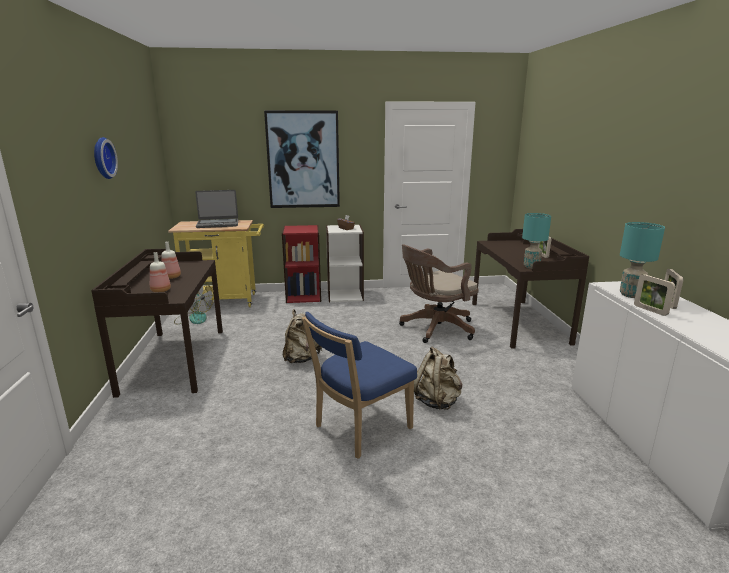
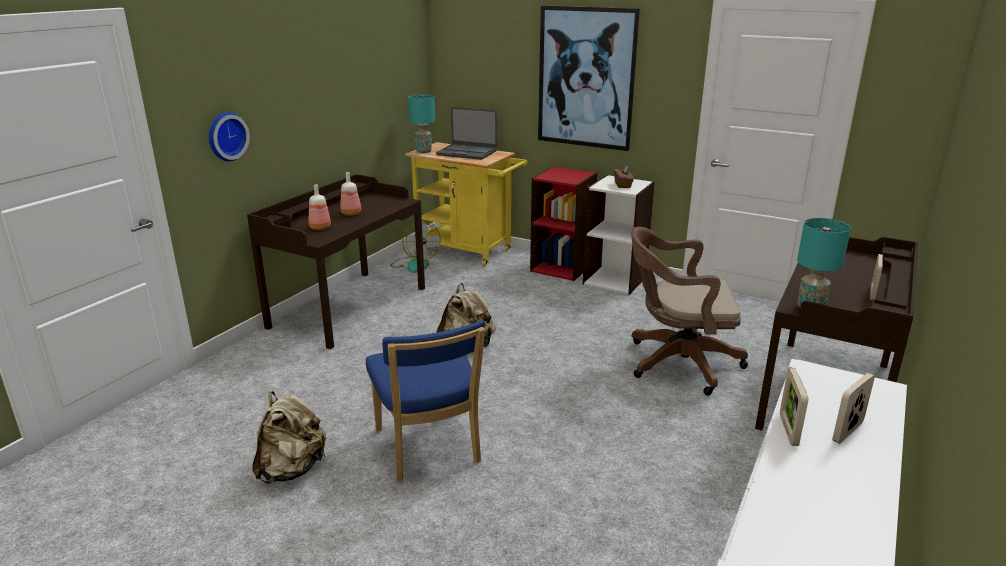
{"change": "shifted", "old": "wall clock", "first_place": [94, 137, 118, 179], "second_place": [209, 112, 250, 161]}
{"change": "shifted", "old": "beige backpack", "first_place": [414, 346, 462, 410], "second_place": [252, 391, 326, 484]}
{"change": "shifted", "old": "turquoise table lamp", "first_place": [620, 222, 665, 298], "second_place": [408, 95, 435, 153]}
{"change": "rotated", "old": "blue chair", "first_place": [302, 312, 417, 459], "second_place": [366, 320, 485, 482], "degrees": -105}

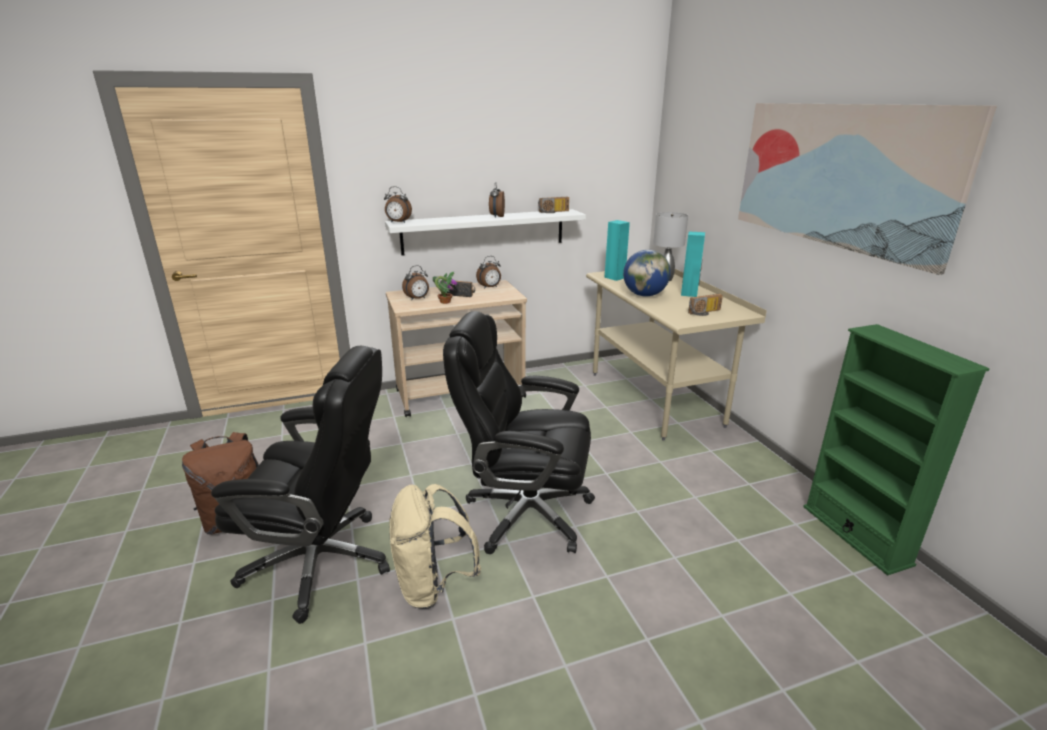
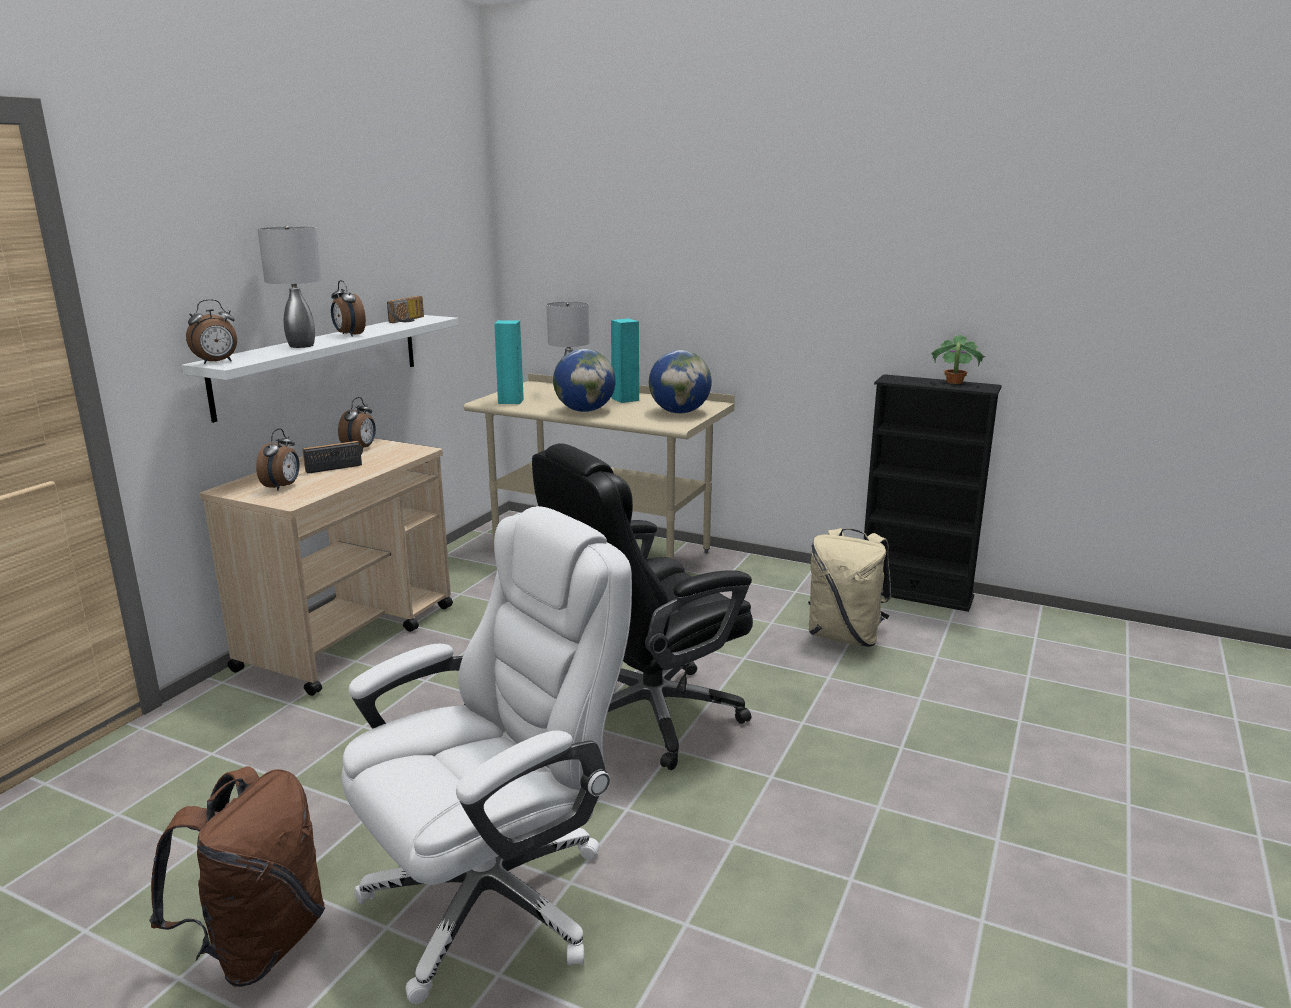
{"change": "gone", "old": "picture", "first_place": [738, 103, 997, 275]}
{"change": "new", "new": "grey table lamp", "second_place": [257, 226, 322, 348]}
{"change": "shifted", "old": "beige backpack", "first_place": [389, 484, 481, 609], "second_place": [808, 528, 891, 647]}
{"change": "shifted", "old": "potted plant", "first_place": [433, 272, 457, 304], "second_place": [931, 335, 985, 384]}
{"change": "swapped", "old": "radio", "new": "globe", "first_place": [688, 294, 723, 316], "second_place": [649, 350, 712, 413]}
{"change": "repainted", "old": "black office chair", "new": "white office chair", "first_place": [211, 346, 390, 624], "second_place": [341, 506, 632, 1004]}
{"change": "repainted", "old": "green bookcase", "new": "black bookcase", "first_place": [803, 324, 990, 576], "second_place": [864, 374, 1002, 612]}

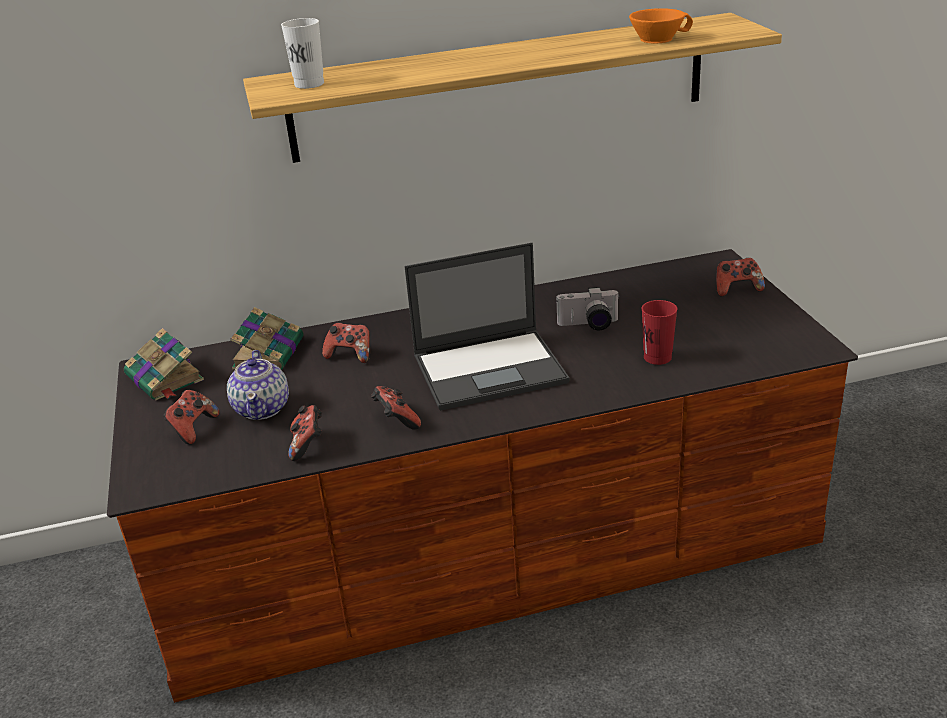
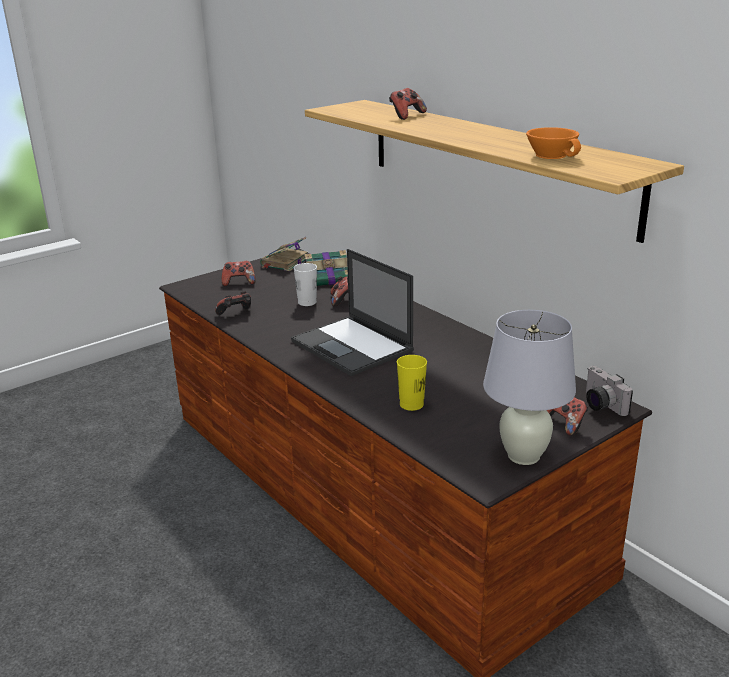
{"change": "gone", "old": "teapot", "first_place": [227, 350, 289, 420]}
{"change": "new", "new": "white table lamp", "second_place": [483, 310, 576, 465]}
{"change": "shifted", "old": "white cup", "first_place": [281, 18, 324, 89], "second_place": [294, 263, 317, 306]}
{"change": "shifted", "old": "game controller", "first_place": [371, 386, 421, 430], "second_place": [389, 88, 427, 120]}
{"change": "shifted", "old": "photo camera", "first_place": [556, 287, 620, 330], "second_place": [586, 366, 633, 416]}
{"change": "repainted", "old": "red cup", "new": "yellow cup", "first_place": [642, 300, 677, 365], "second_place": [397, 355, 427, 411]}

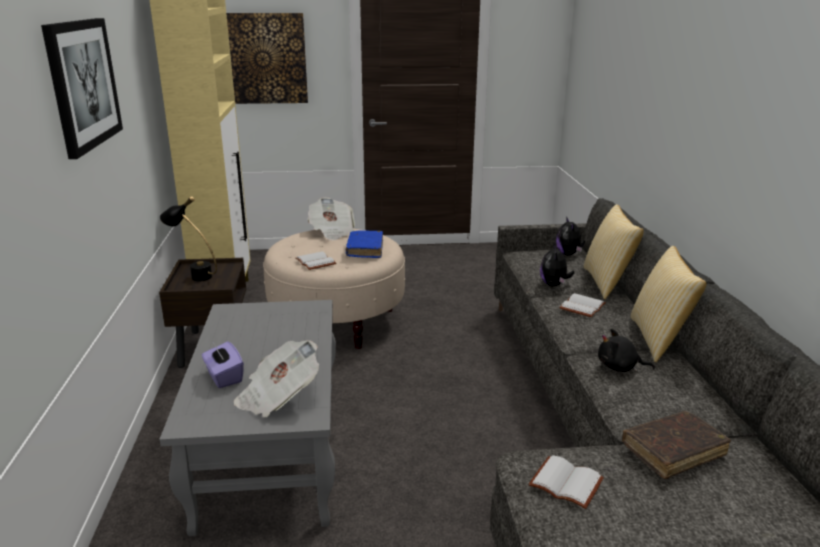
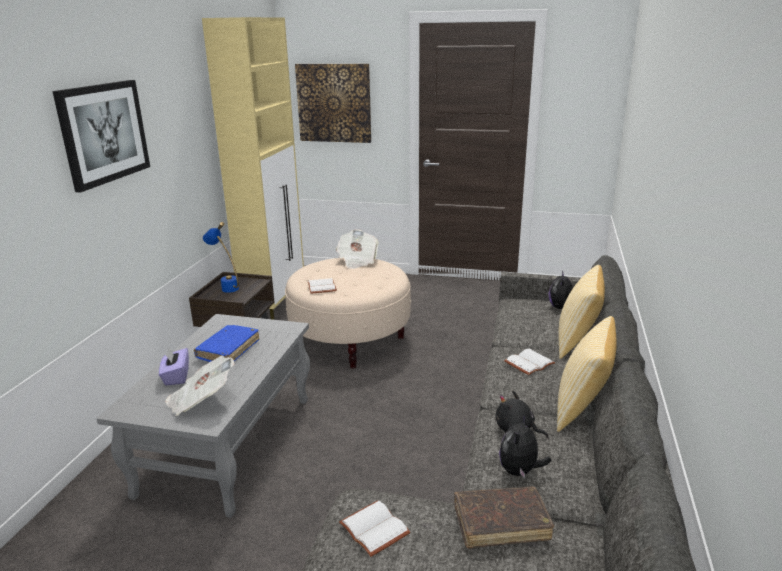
{"change": "shifted", "old": "blue book", "first_place": [346, 230, 383, 258], "second_place": [194, 325, 259, 362]}
{"change": "shifted", "old": "plush toy", "first_place": [540, 244, 574, 286], "second_place": [499, 415, 551, 479]}
{"change": "repainted", "old": "black table lamp", "new": "blue table lamp", "first_place": [160, 196, 217, 281], "second_place": [203, 222, 239, 293]}

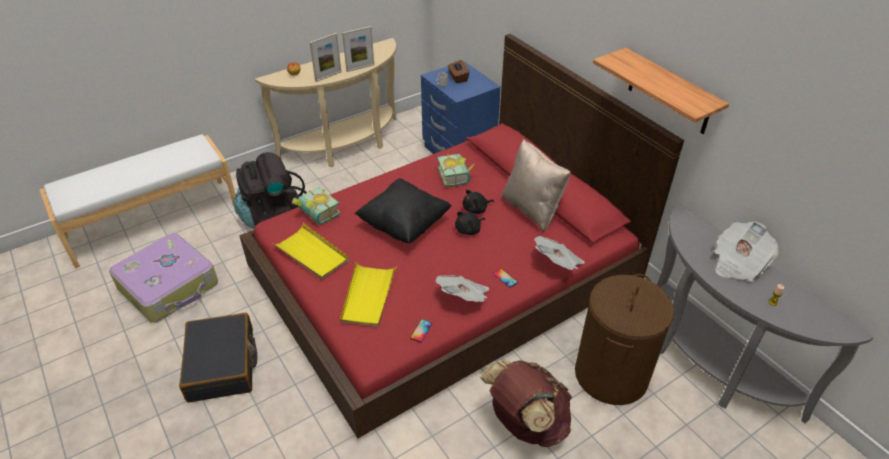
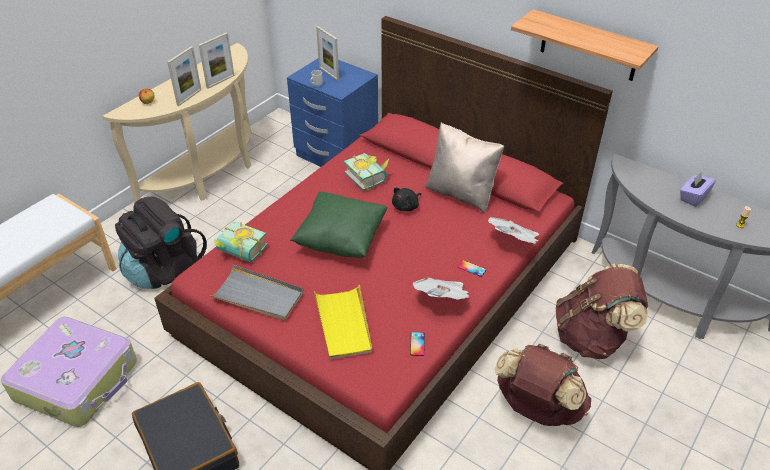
{"change": "gone", "old": "black plush toy", "first_place": [455, 211, 485, 235]}
{"change": "swapped", "old": "brown tissue box", "new": "picture frame", "first_place": [448, 60, 469, 83], "second_place": [316, 26, 339, 81]}
{"change": "swapped", "old": "brown laundry basket", "new": "brown backpack", "first_place": [575, 274, 674, 405], "second_place": [556, 264, 648, 359]}
{"change": "swapped", "old": "newspaper", "new": "purple tissue box", "first_place": [714, 222, 779, 282], "second_place": [680, 172, 716, 207]}
{"change": "repainted", "old": "yellow tray", "new": "grey tray", "first_place": [272, 223, 349, 280], "second_place": [209, 265, 304, 321]}
{"change": "repainted", "old": "black pillow", "new": "green pillow", "first_place": [354, 178, 452, 243], "second_place": [290, 191, 388, 258]}

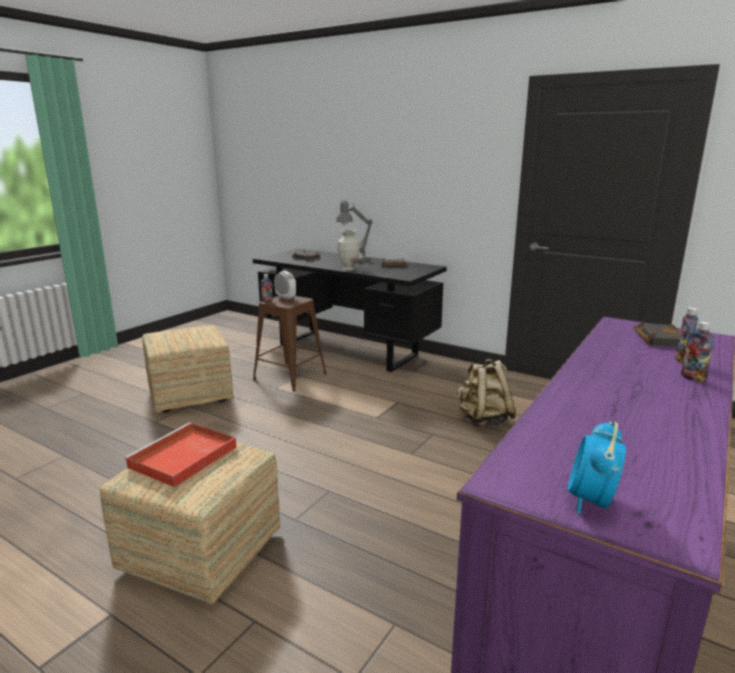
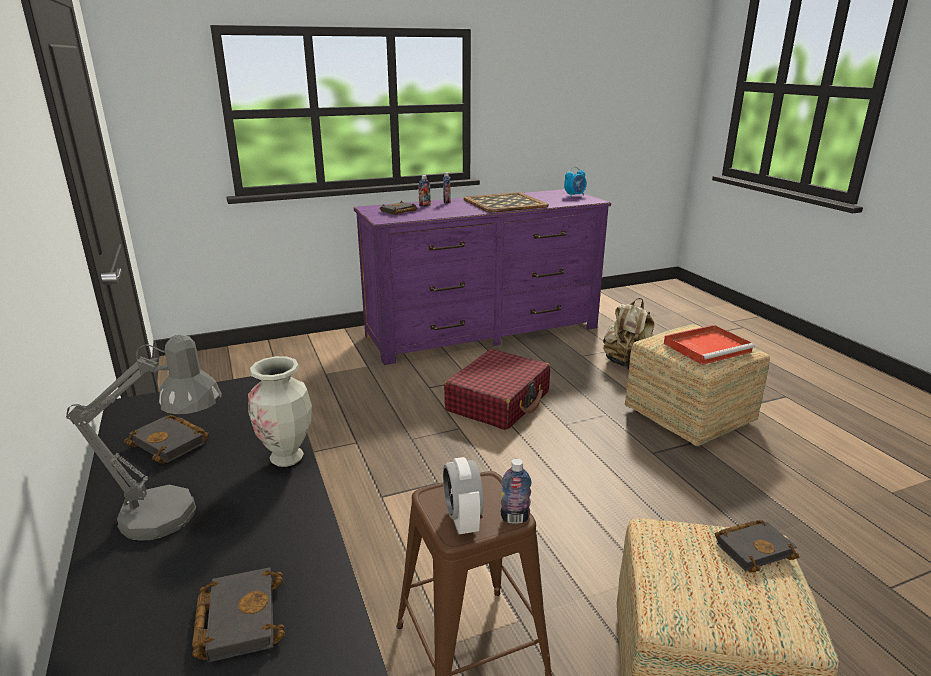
{"change": "new", "new": "red suitcase", "second_place": [444, 349, 550, 430]}
{"change": "new", "new": "tray", "second_place": [464, 192, 549, 213]}
{"change": "new", "new": "black book", "second_place": [715, 520, 800, 573]}
{"change": "shifted", "old": "beige backpack", "first_place": [457, 359, 516, 427], "second_place": [603, 298, 654, 370]}

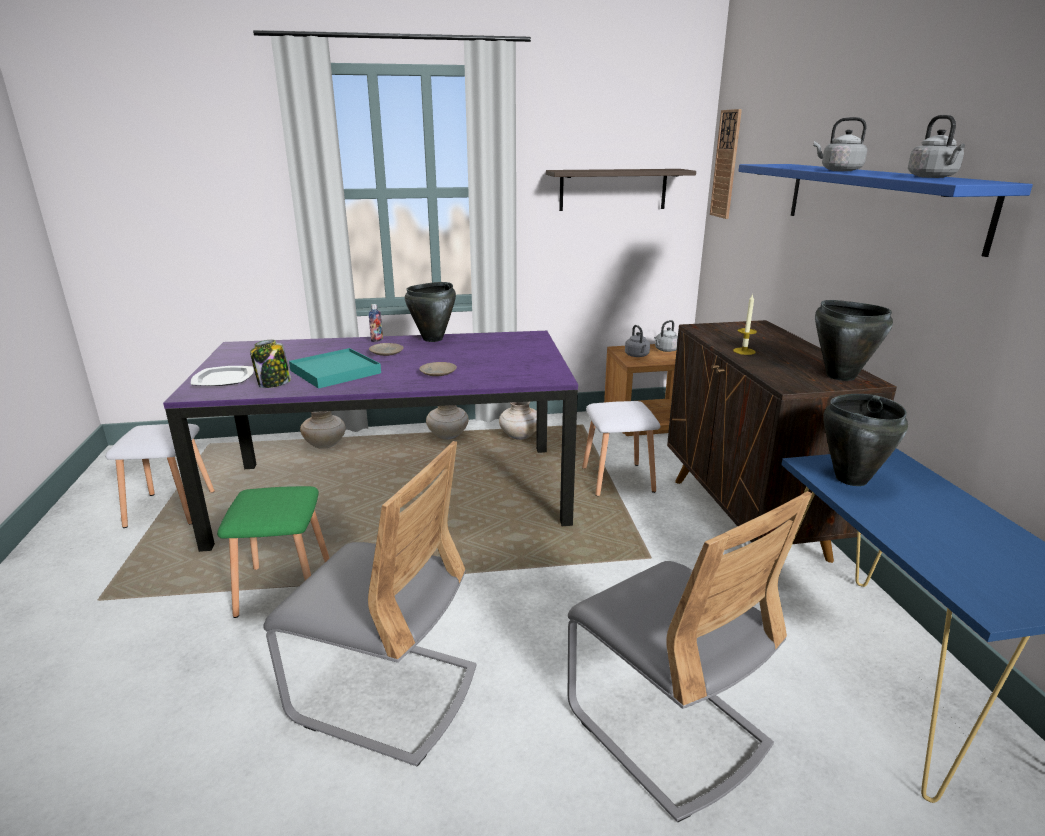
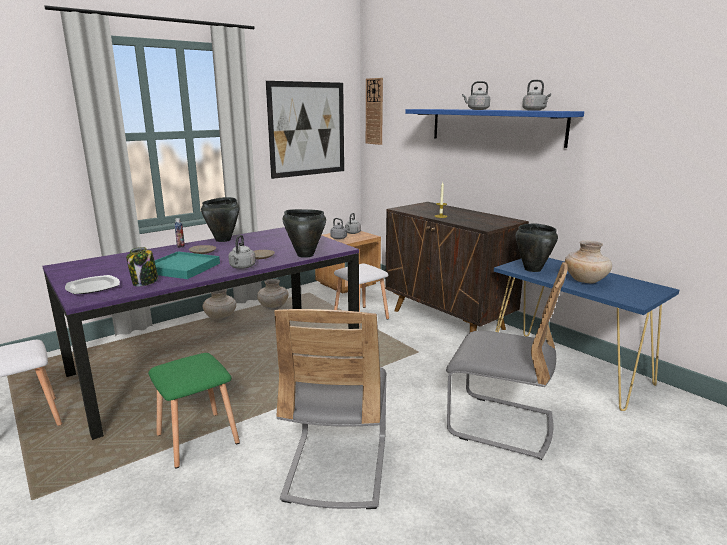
{"change": "new", "new": "grey kettle", "second_place": [228, 235, 256, 269]}
{"change": "shifted", "old": "beige vase", "first_place": [300, 411, 346, 449], "second_place": [565, 241, 612, 284]}
{"change": "shifted", "old": "black cooking pot", "first_place": [815, 300, 893, 381], "second_place": [283, 209, 326, 258]}
{"change": "swapped", "old": "shelf", "new": "picture", "first_place": [546, 169, 696, 211], "second_place": [266, 81, 344, 179]}
{"change": "rotated", "old": "grey chair", "first_place": [263, 441, 477, 767], "second_place": [274, 309, 387, 509], "degrees": 105}

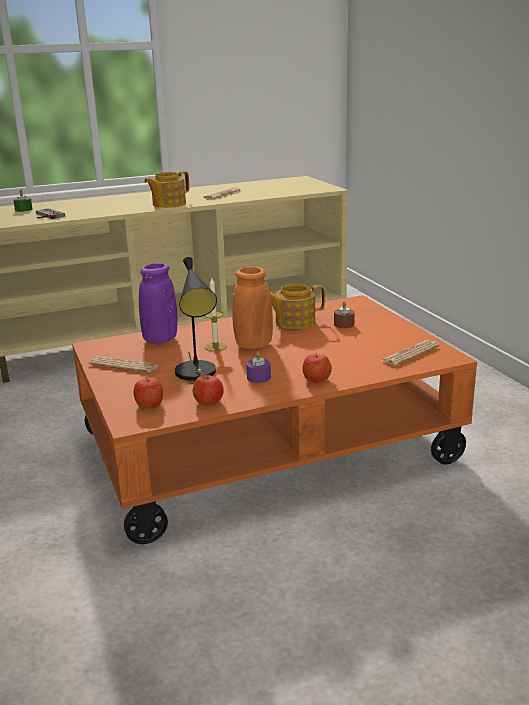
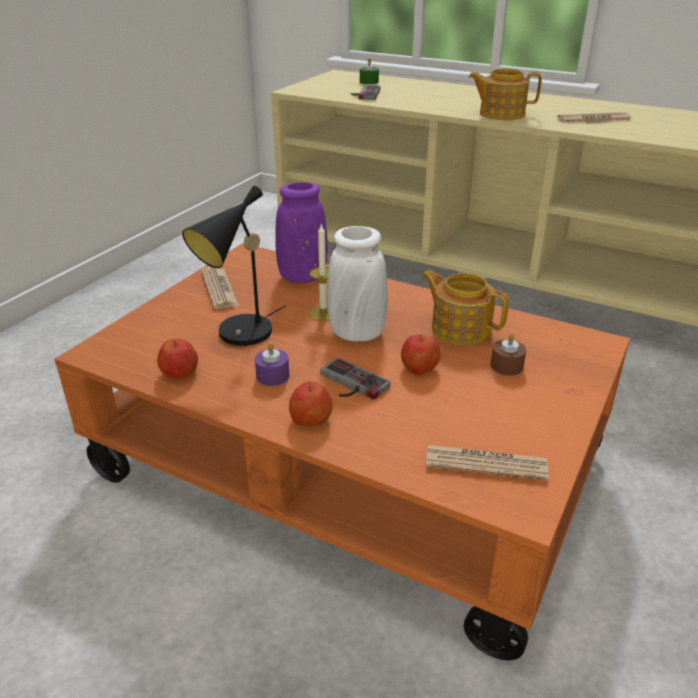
{"change": "new", "new": "game controller", "second_place": [320, 358, 391, 400]}
{"change": "shifted", "old": "apple", "first_place": [134, 377, 163, 408], "second_place": [401, 334, 441, 375]}
{"change": "repainted", "old": "orange vase", "new": "white vase", "first_place": [232, 267, 273, 349], "second_place": [327, 226, 388, 341]}

